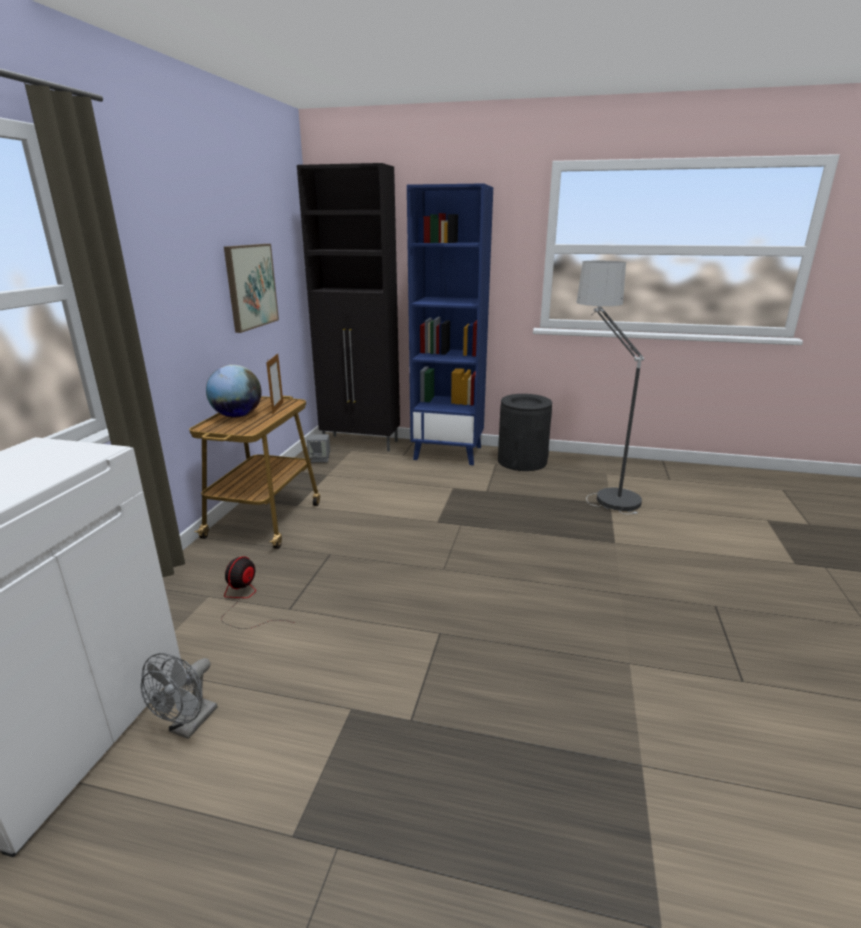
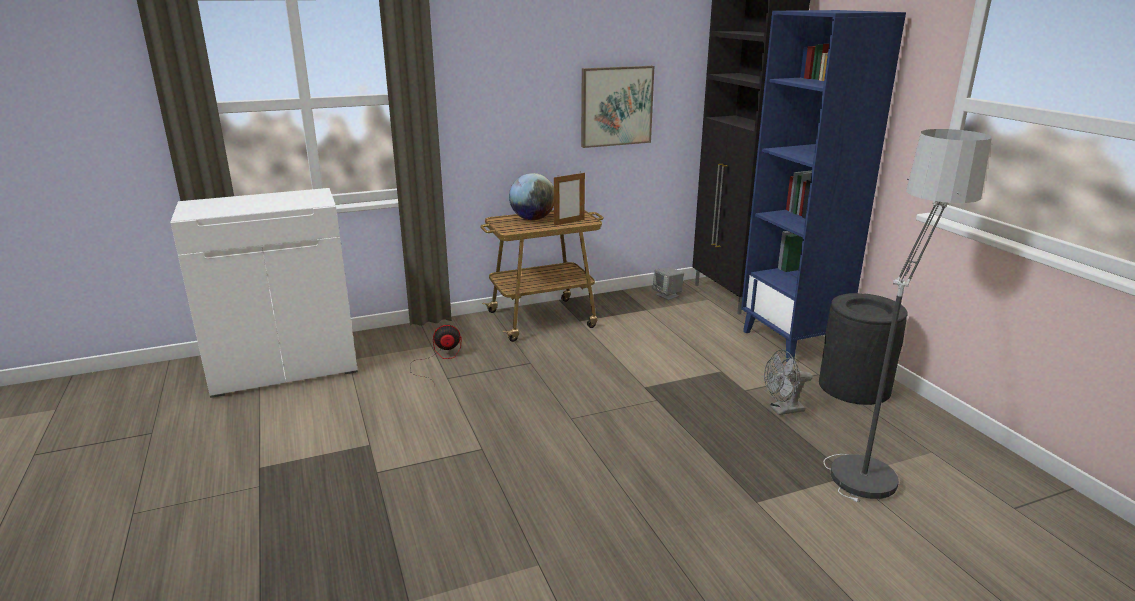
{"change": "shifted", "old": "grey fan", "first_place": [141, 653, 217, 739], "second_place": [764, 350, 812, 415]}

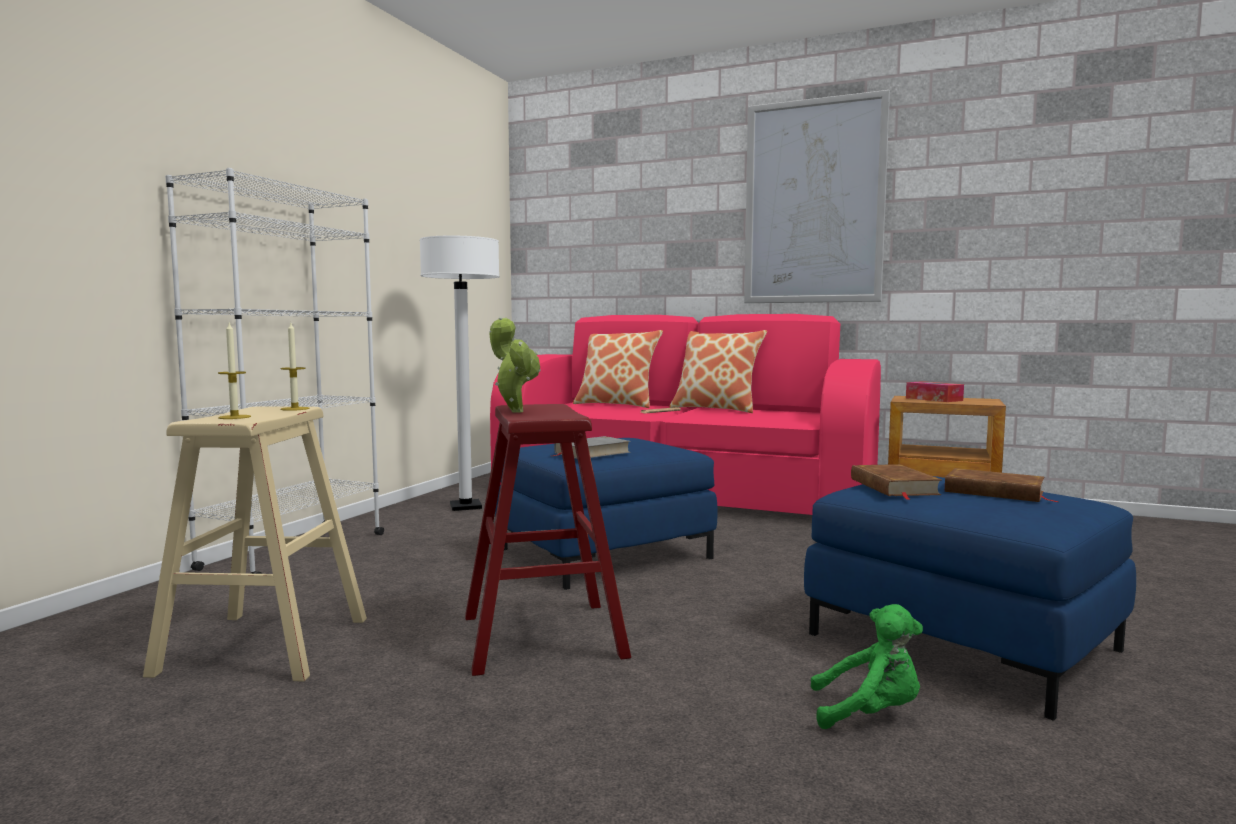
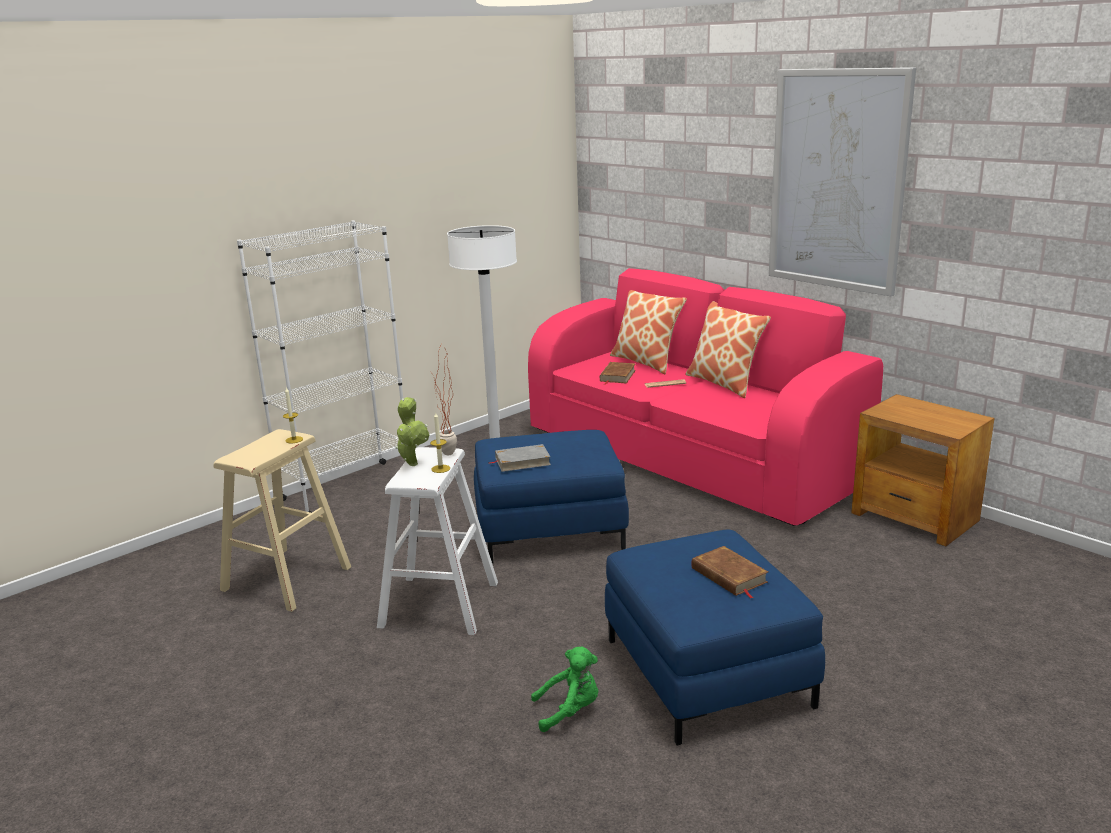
{"change": "gone", "old": "tissue box", "first_place": [906, 381, 964, 402]}
{"change": "new", "new": "potted plant", "second_place": [429, 348, 457, 455]}
{"change": "shifted", "old": "candle", "first_place": [218, 323, 251, 419], "second_place": [430, 413, 450, 473]}
{"change": "shifted", "old": "brown book", "first_place": [851, 464, 942, 500], "second_place": [600, 362, 636, 385]}
{"change": "repainted", "old": "red stool", "new": "white stool", "first_place": [465, 404, 631, 676], "second_place": [377, 447, 498, 635]}
{"change": "rotated", "old": "green plush toy", "first_place": [811, 604, 923, 729], "second_place": [531, 646, 598, 732], "degrees": -45}

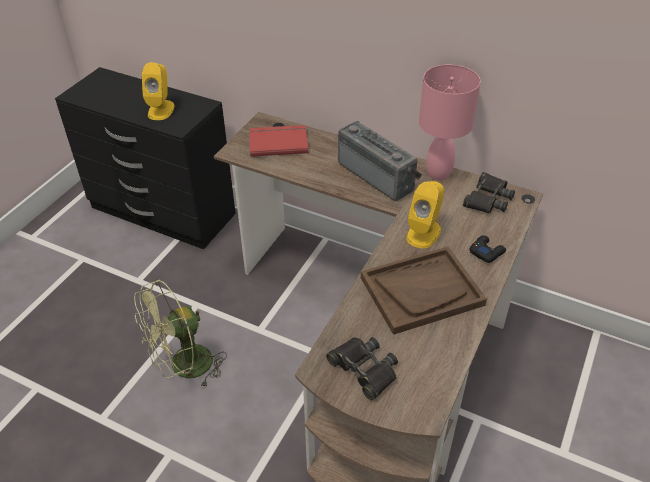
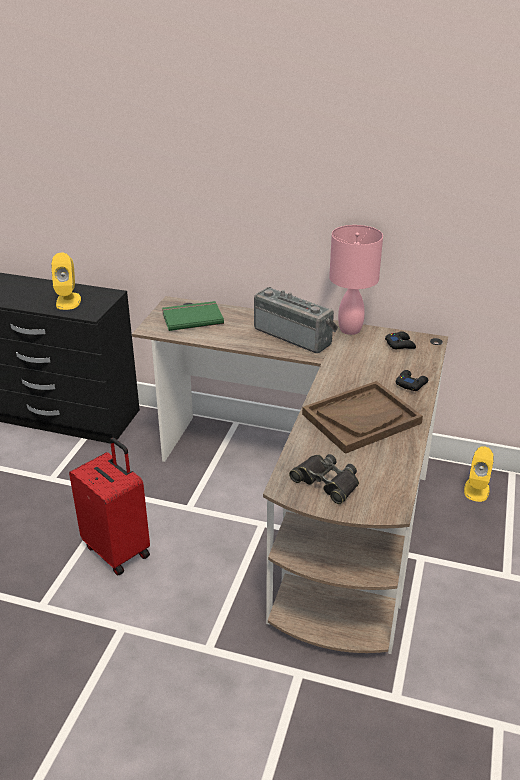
{"change": "shifted", "old": "yellow speaker", "first_place": [406, 181, 444, 248], "second_place": [464, 446, 494, 502]}
{"change": "swapped", "old": "green fan", "new": "red suitcase", "first_place": [134, 279, 227, 387], "second_place": [69, 438, 150, 576]}
{"change": "swapped", "old": "black binoculars", "new": "black game controller", "first_place": [463, 172, 515, 213], "second_place": [385, 331, 416, 349]}
{"change": "repainted", "old": "red book", "new": "green book", "first_place": [249, 125, 308, 157], "second_place": [162, 301, 224, 331]}

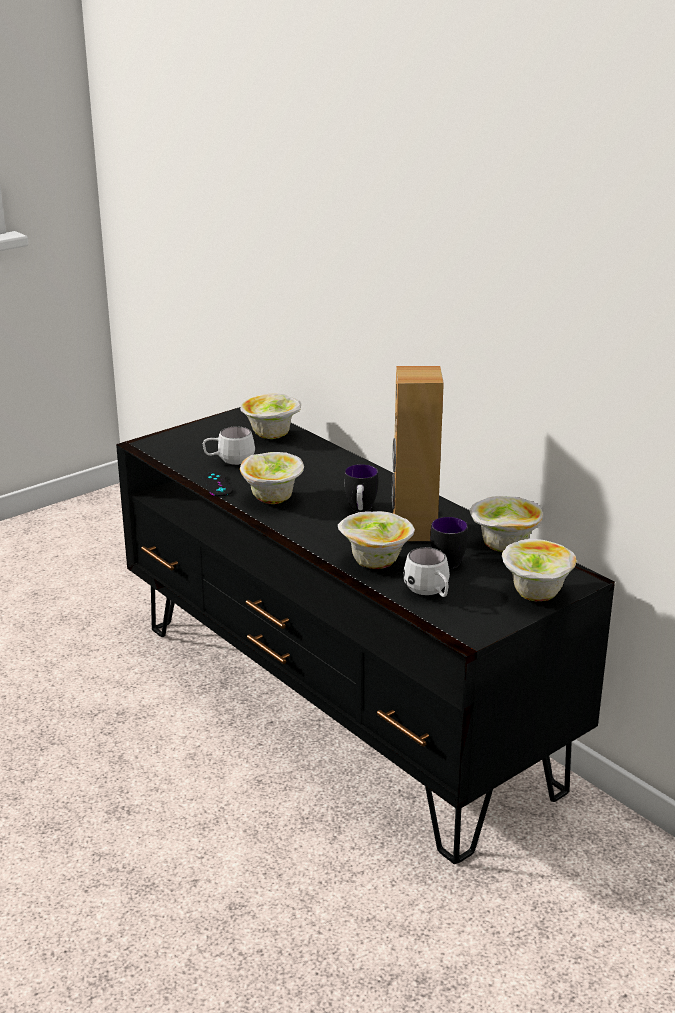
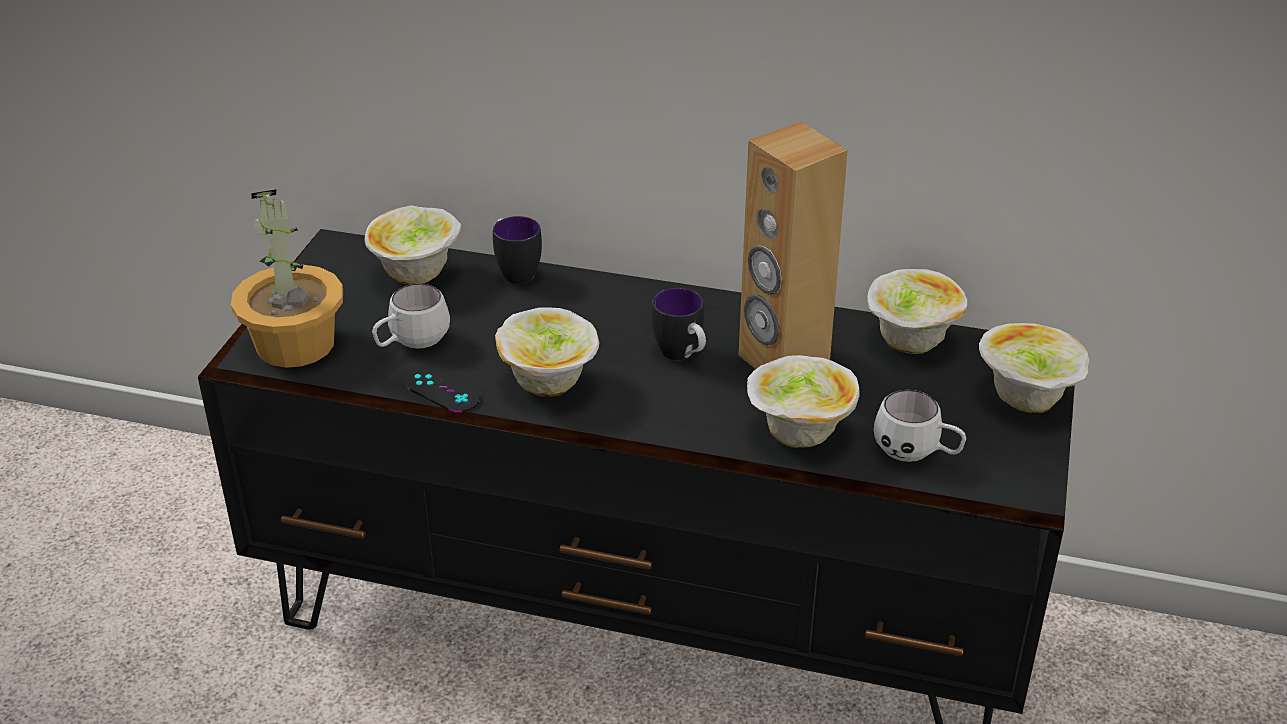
{"change": "new", "new": "potted plant", "second_place": [231, 189, 343, 368]}
{"change": "shifted", "old": "mug", "first_place": [430, 517, 468, 569], "second_place": [493, 216, 542, 284]}

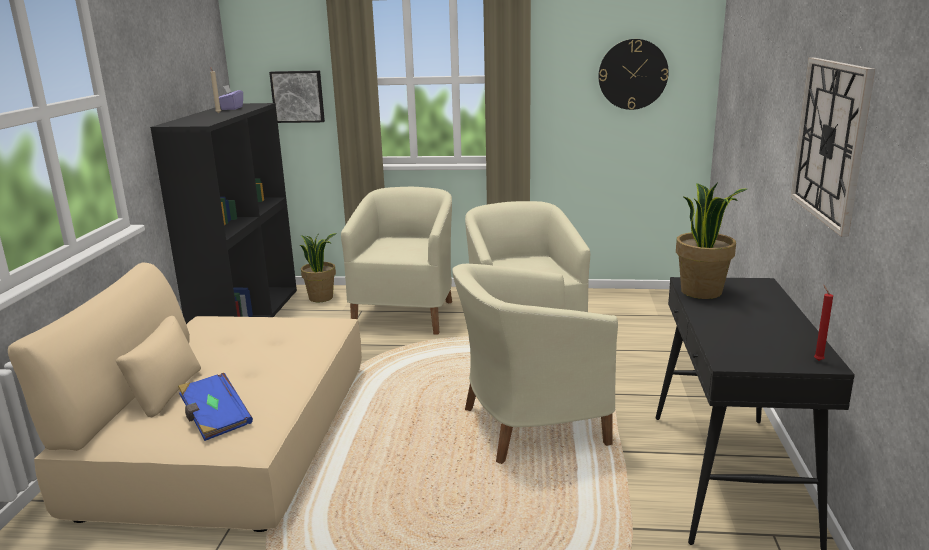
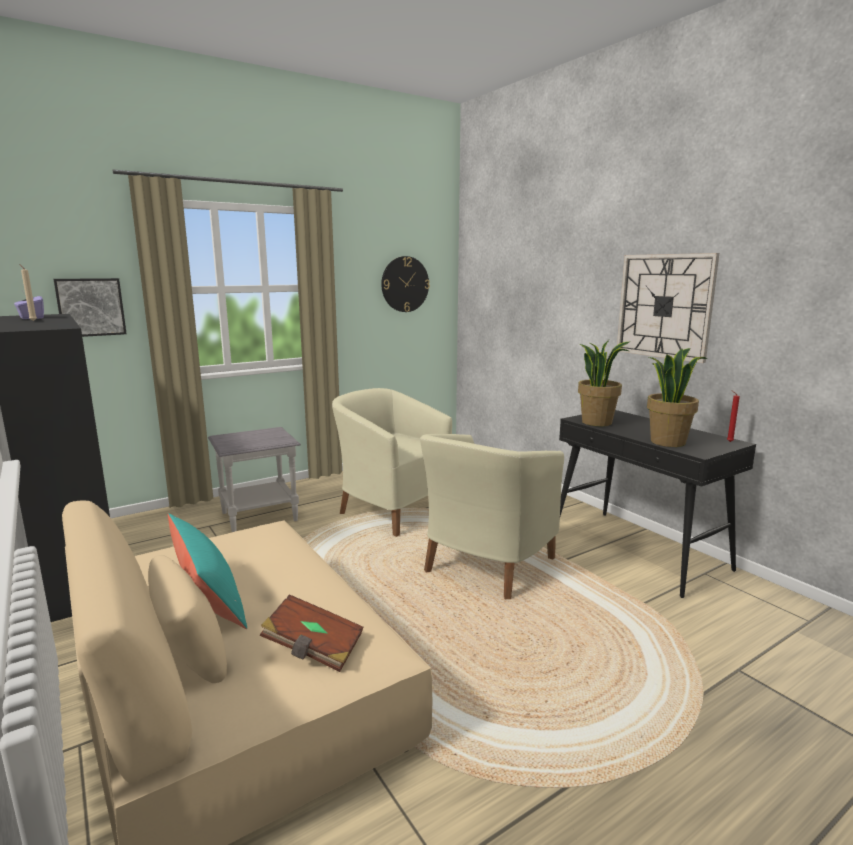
{"change": "new", "new": "turquoise pillow", "second_place": [168, 513, 247, 629]}
{"change": "shifted", "old": "potted plant", "first_place": [300, 233, 337, 302], "second_place": [647, 348, 707, 447]}
{"change": "swapped", "old": "beige armchair", "new": "grey side table", "first_place": [341, 187, 452, 335], "second_place": [208, 427, 301, 532]}
{"change": "repainted", "old": "blue book", "new": "brown book", "first_place": [178, 373, 253, 441], "second_place": [260, 594, 363, 672]}

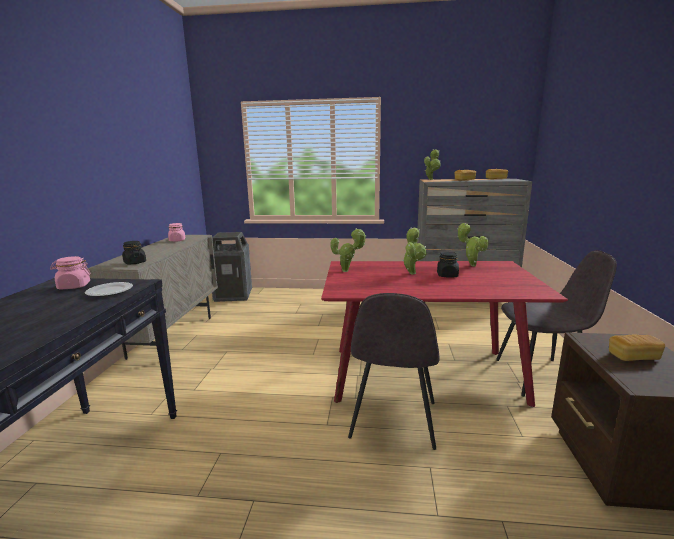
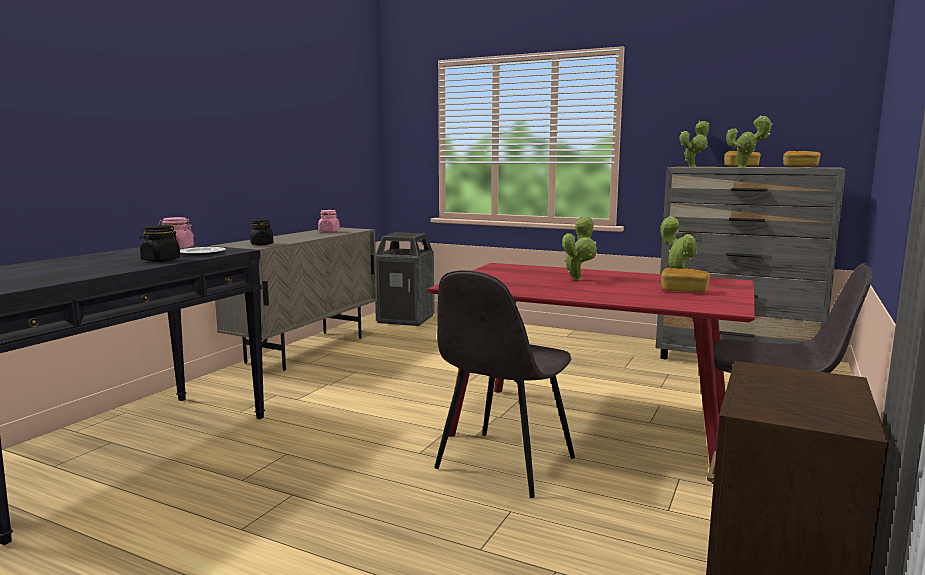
{"change": "shifted", "old": "potted plant", "first_place": [330, 228, 367, 272], "second_place": [726, 116, 773, 167]}
{"change": "shifted", "old": "black jar", "first_place": [437, 252, 459, 278], "second_place": [139, 225, 180, 262]}
{"change": "shifted", "old": "bread", "first_place": [609, 335, 665, 361], "second_place": [661, 268, 710, 293]}

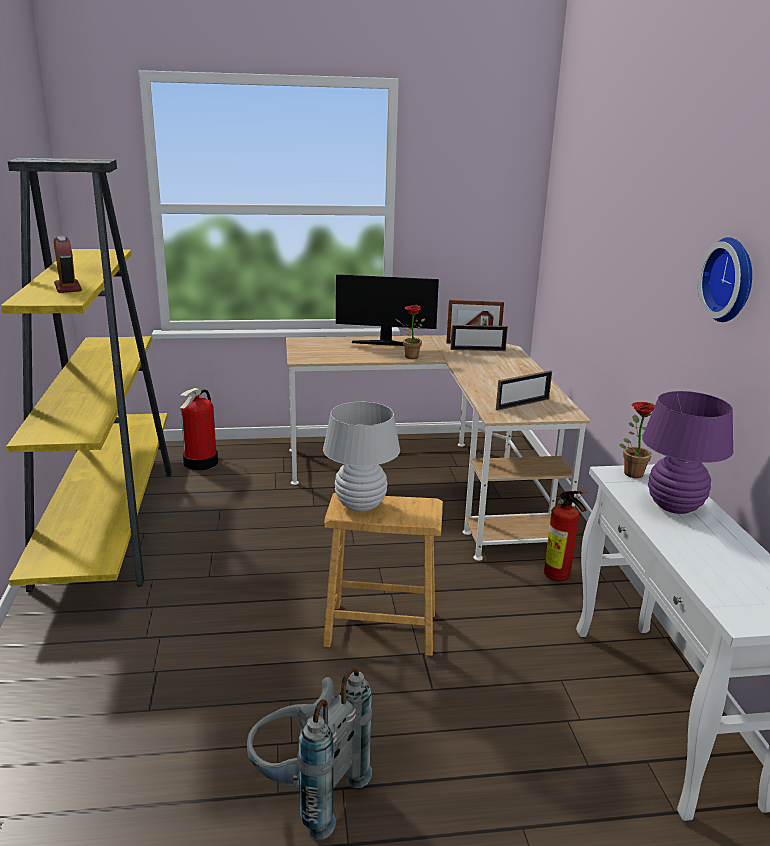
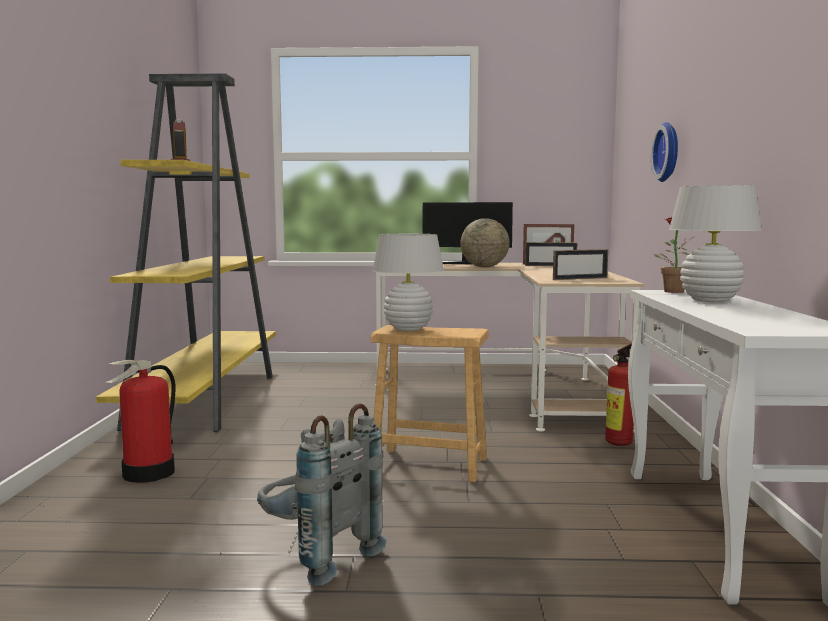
{"change": "shifted", "old": "fire extinguisher", "first_place": [180, 388, 218, 470], "second_place": [106, 360, 176, 483]}
{"change": "shifted", "old": "wall clock", "first_place": [698, 237, 752, 322], "second_place": [651, 122, 678, 182]}
{"change": "swapped", "old": "potted plant", "new": "globe", "first_place": [396, 305, 425, 359], "second_place": [461, 218, 509, 267]}
{"change": "repainted", "old": "purple table lamp", "new": "white table lamp", "first_place": [642, 391, 733, 514], "second_place": [669, 185, 762, 302]}

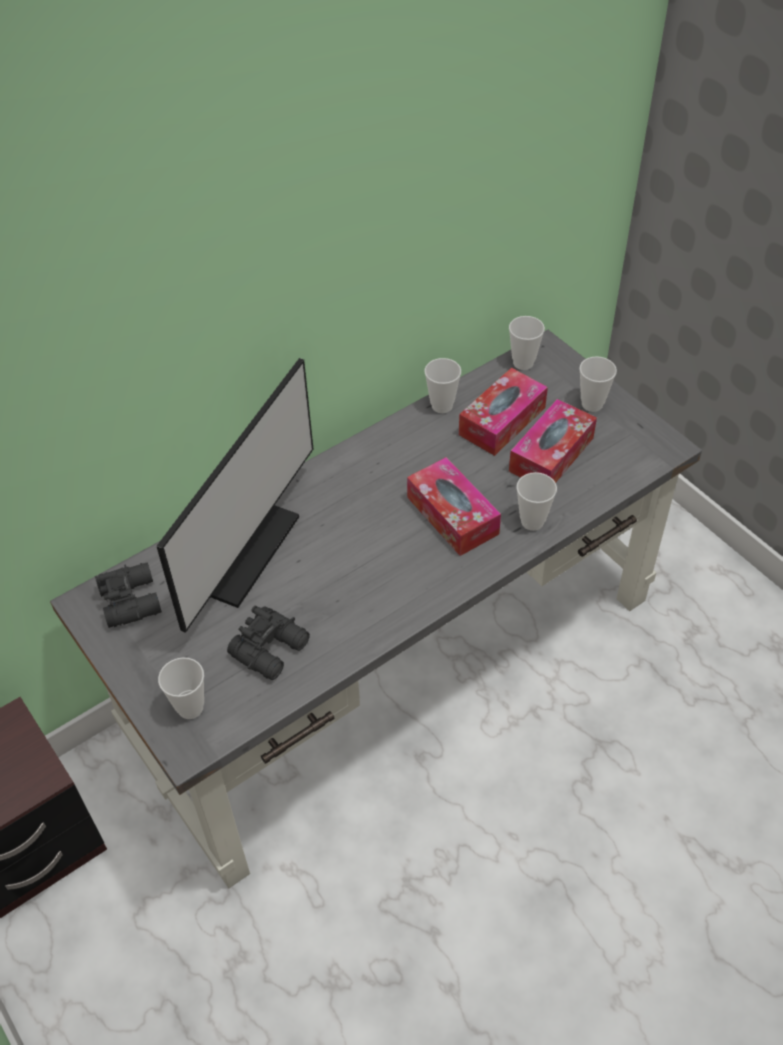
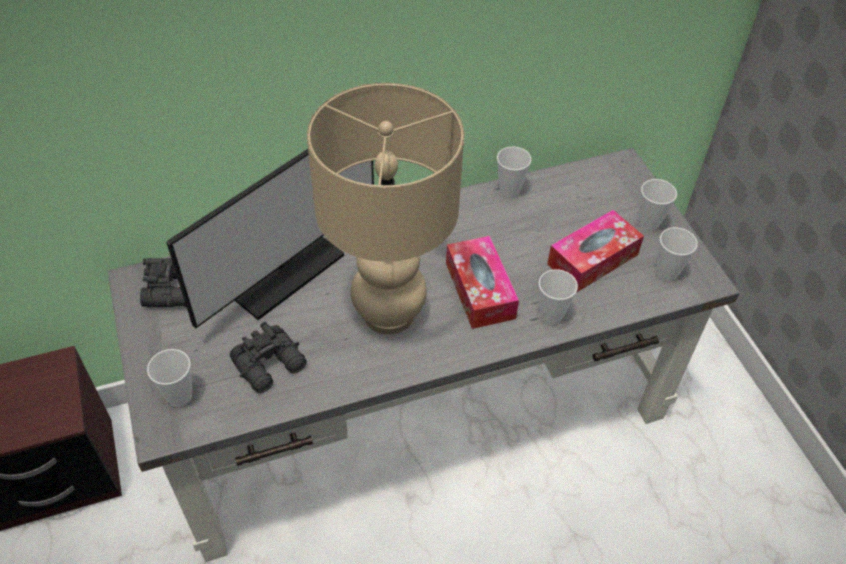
{"change": "gone", "old": "tissue box", "first_place": [459, 368, 548, 456]}
{"change": "new", "new": "beige table lamp", "second_place": [307, 83, 464, 335]}
{"change": "shifted", "old": "cup", "first_place": [509, 316, 545, 370], "second_place": [657, 227, 698, 281]}

